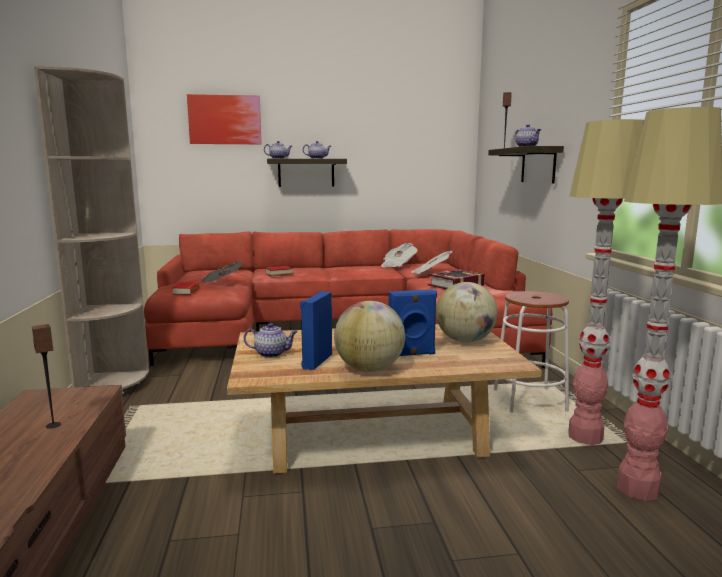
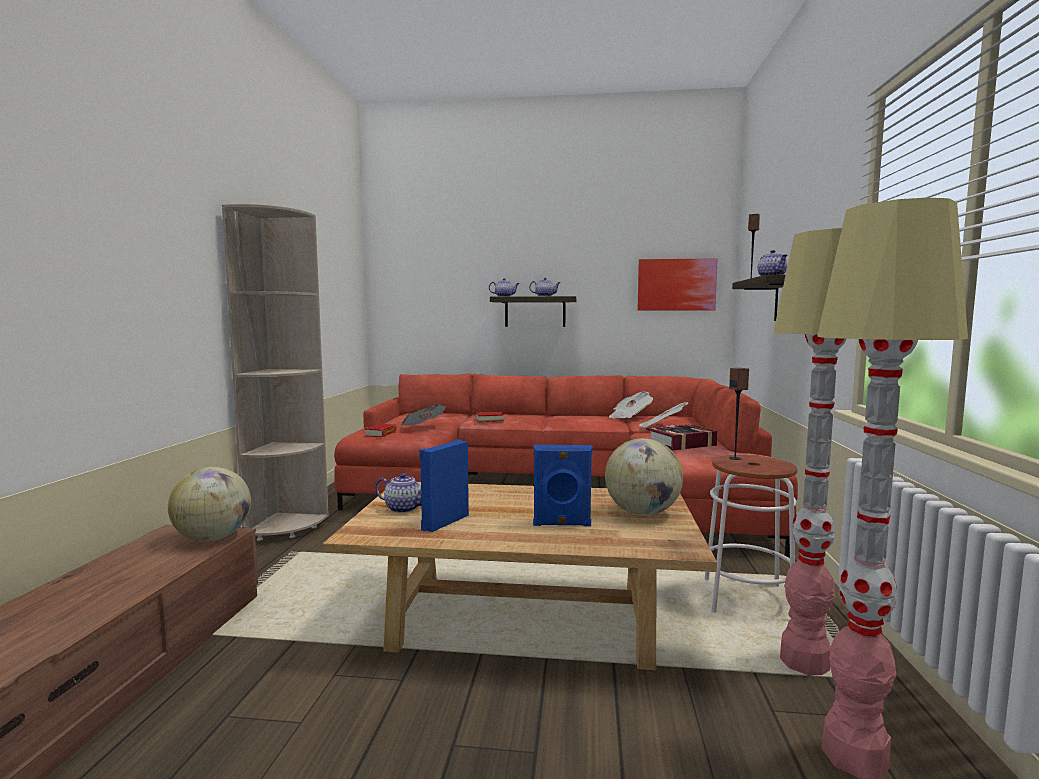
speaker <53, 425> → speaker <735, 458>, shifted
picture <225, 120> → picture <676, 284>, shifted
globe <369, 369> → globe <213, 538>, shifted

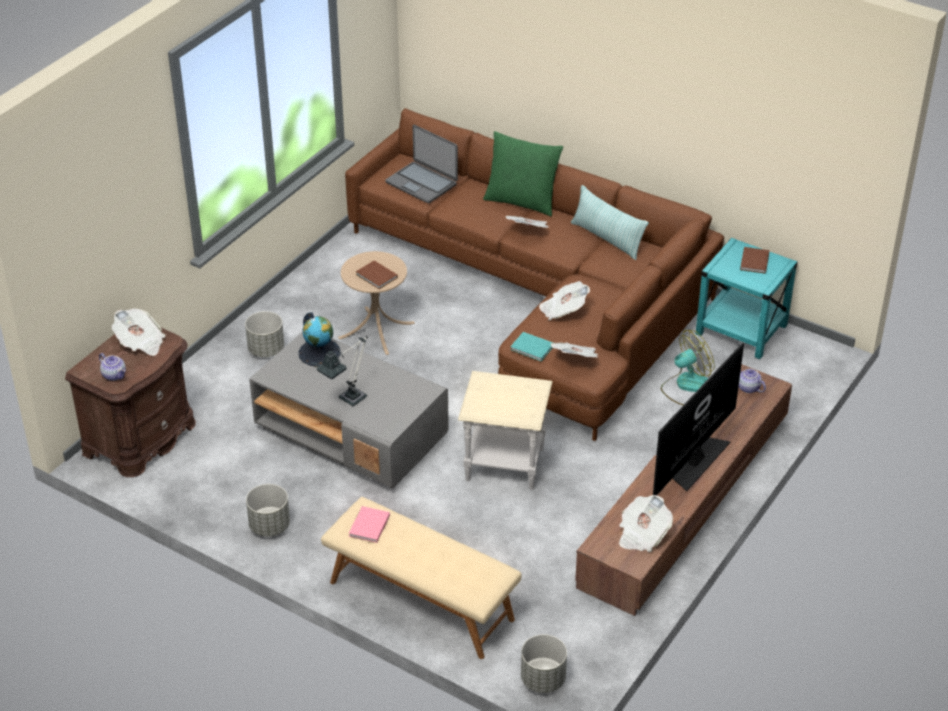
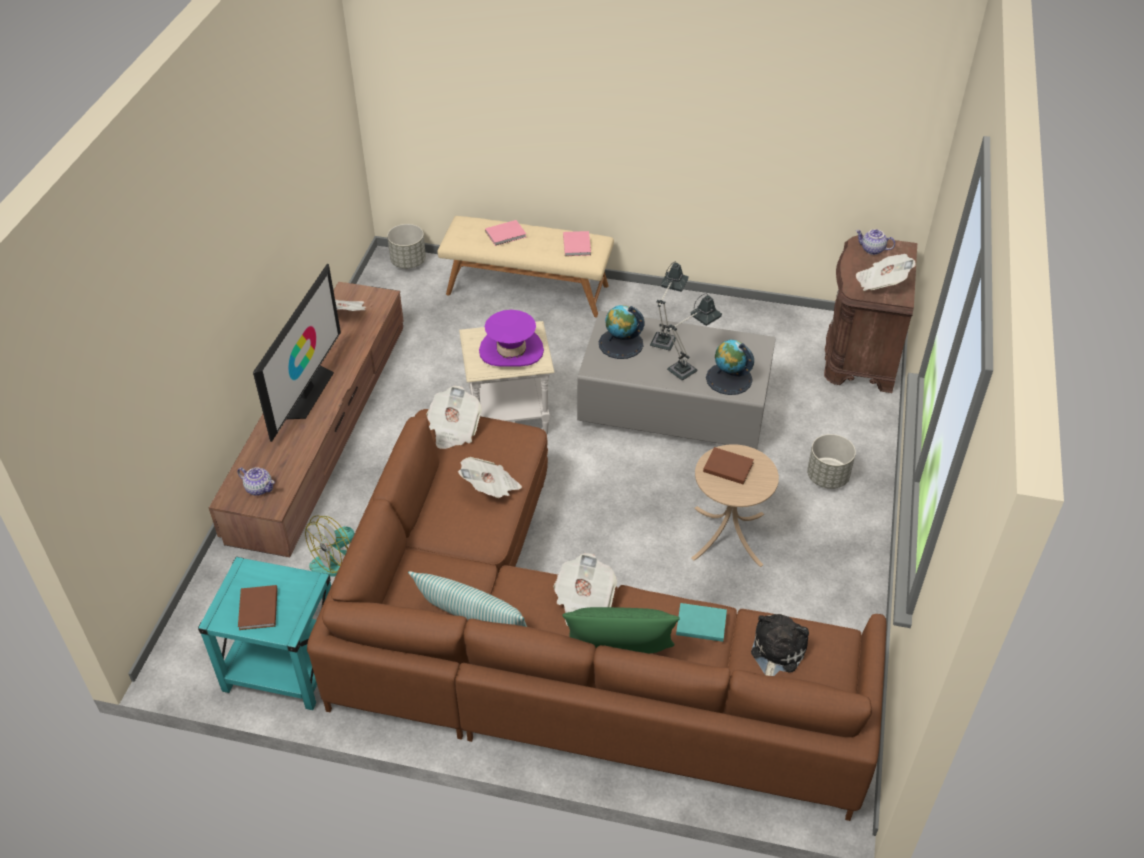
grey planter <269, 525> → -
laptop <422, 183> → plush toy <776, 652>
turquoise book <532, 348> → turquoise book <700, 623>, shifted
- → purple hat <511, 350>
- → pink book <507, 234>
- → globe <620, 344>
- → table lamp <687, 368>

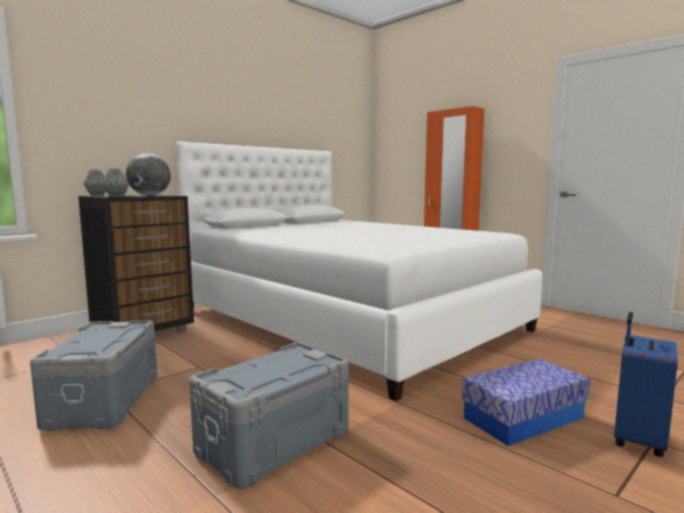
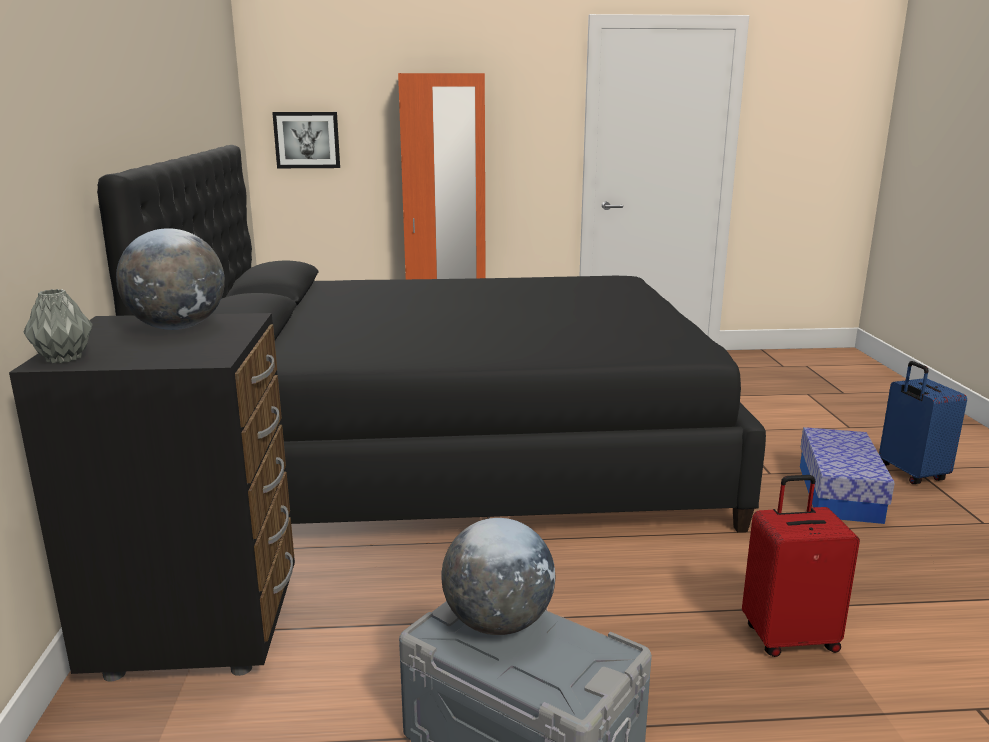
grey vase <116, 196> → -
white bed <347, 320> → black bed <453, 455>
grey storage box <275, 443> → red suitcase <789, 637>
- → picture <307, 140>
- → globe <498, 623>

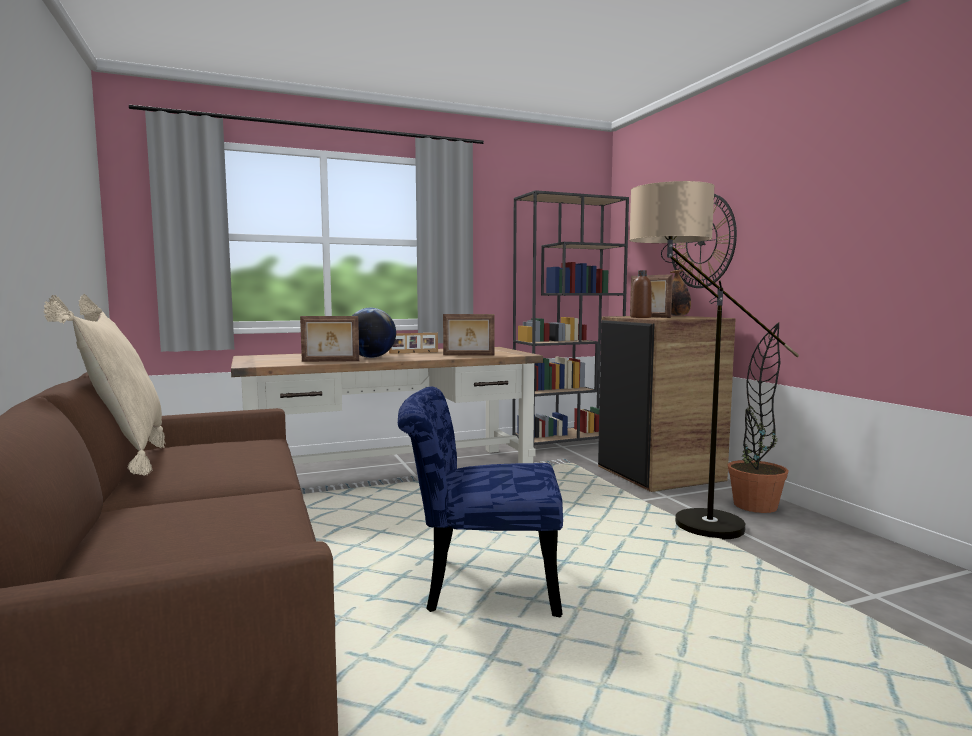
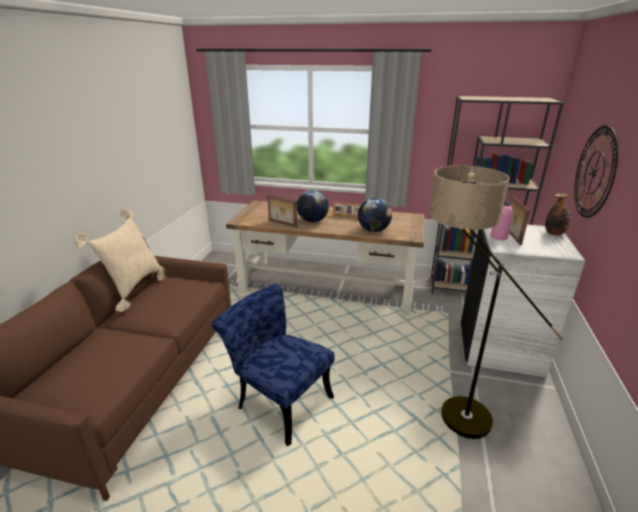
picture frame <468, 355> → globe <373, 230>
brown cabinet <660, 473> → white cabinet <499, 348>
brown bottle <641, 317> → pink bottle <498, 237>
potted plant <755, 506> → -

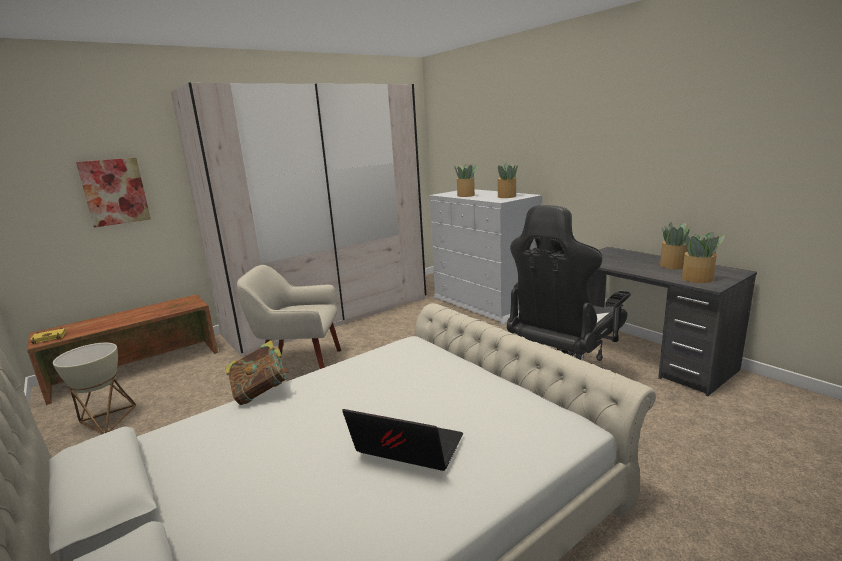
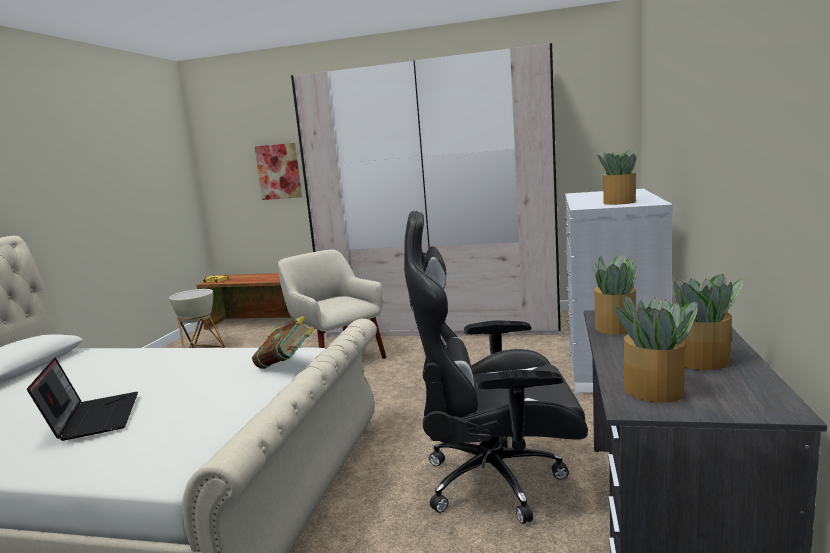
book <261, 392> → book <286, 365>, shifted
potted plant <465, 195> → potted plant <615, 327>, shifted

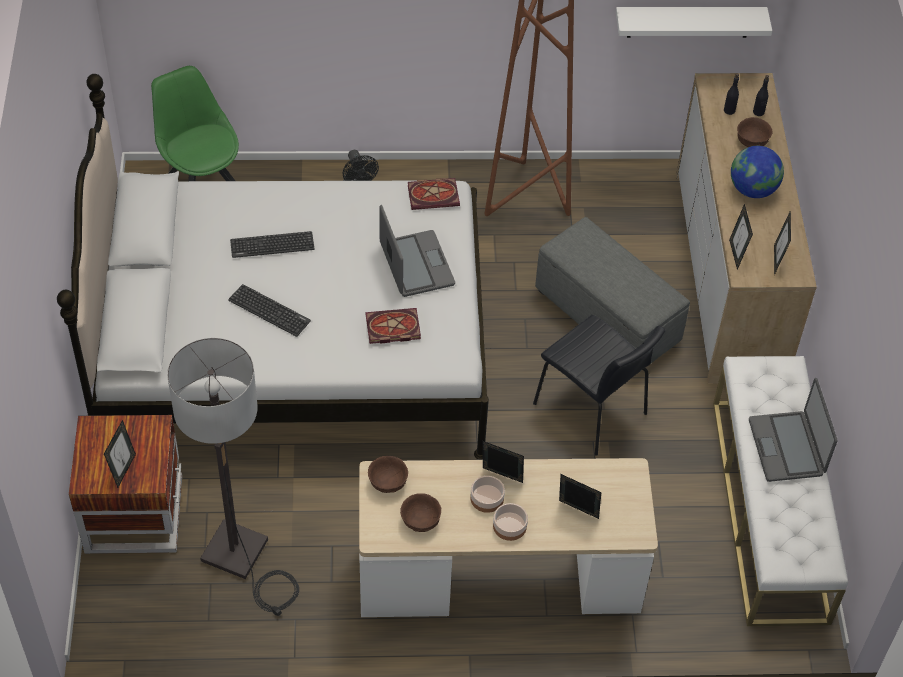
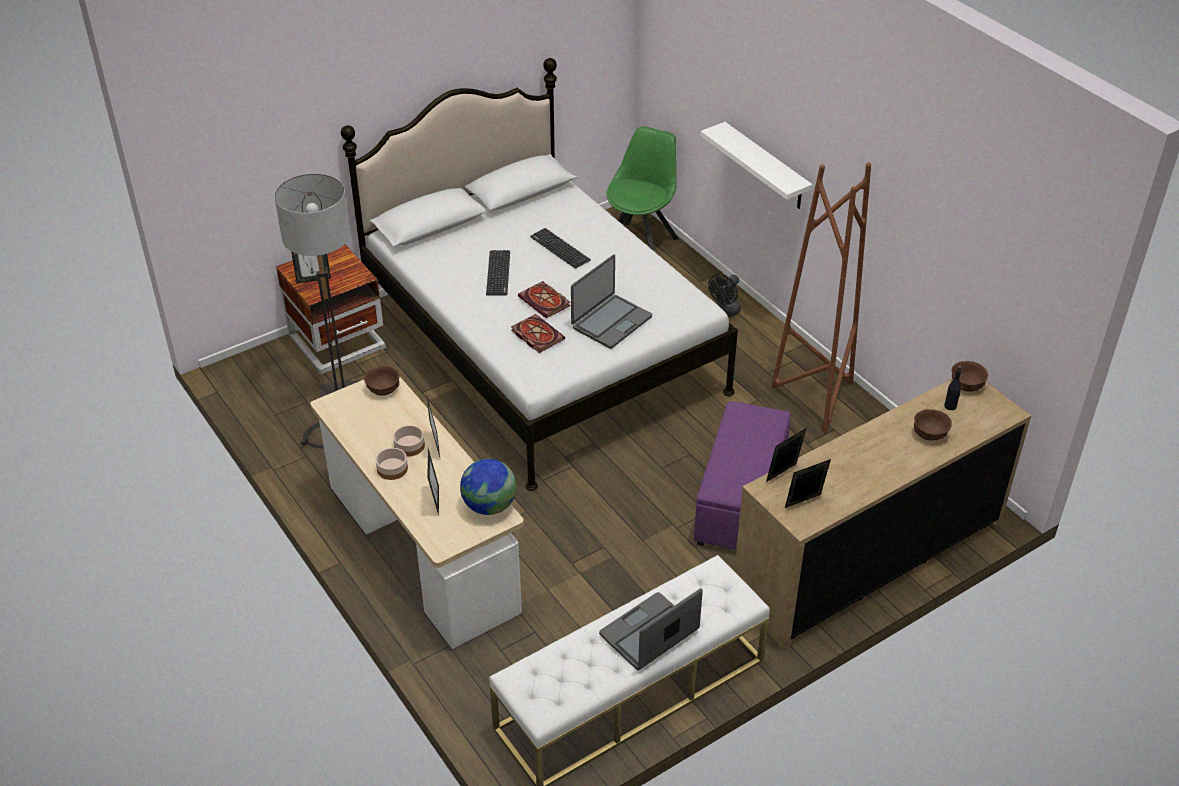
brown bowl <421, 520> → brown bowl <967, 385>, shifted
book <434, 195> → book <546, 302>, shifted
black chair <593, 411> → -
grey ottoman <606, 316> → purple ottoman <740, 500>
white shelf <689, 21> → white shelf <766, 167>, shifted
globe <752, 189> → globe <489, 506>, shifted
black bottle <758, 112> → -

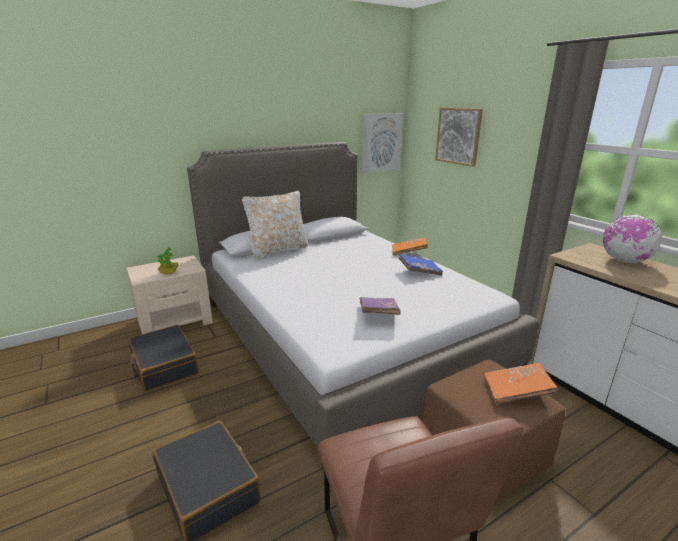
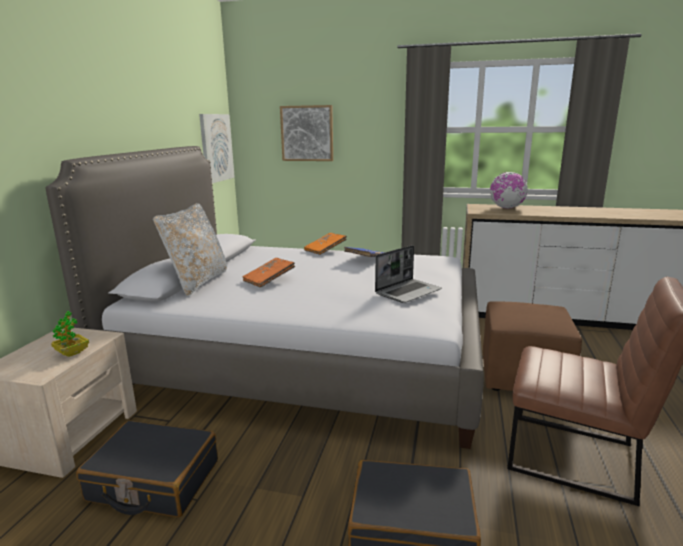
purple book <378, 313> → laptop <408, 292>
orange book <516, 391> → orange book <269, 280>, shifted

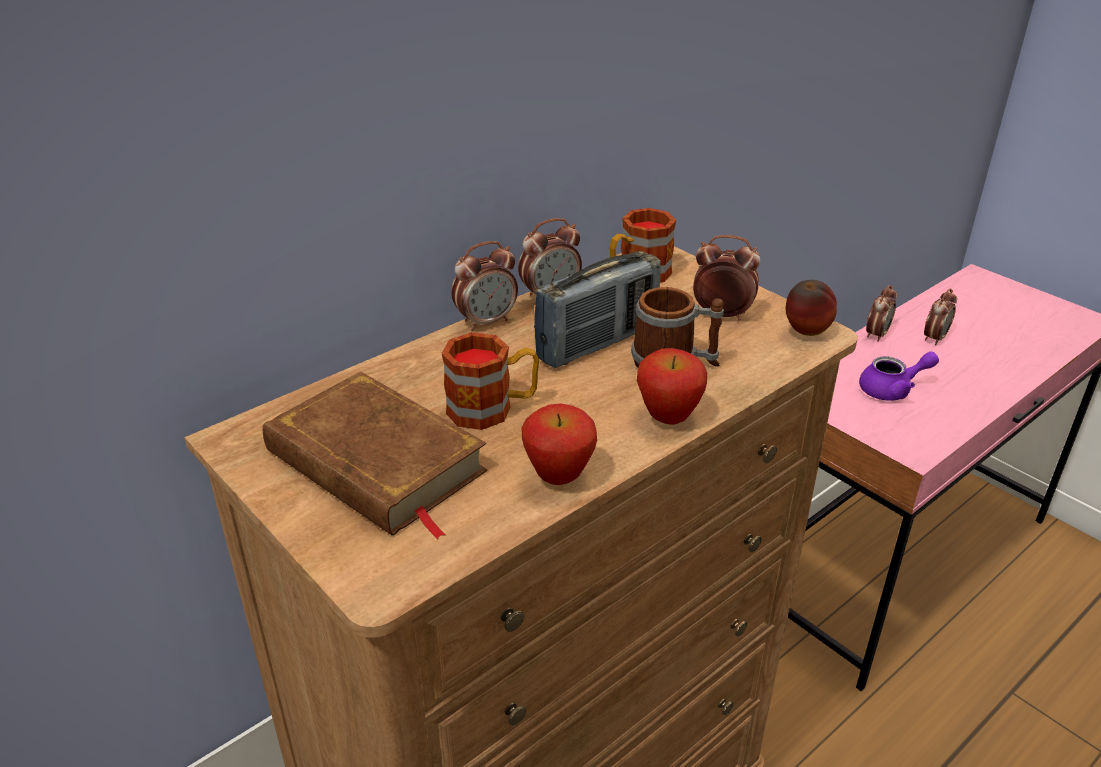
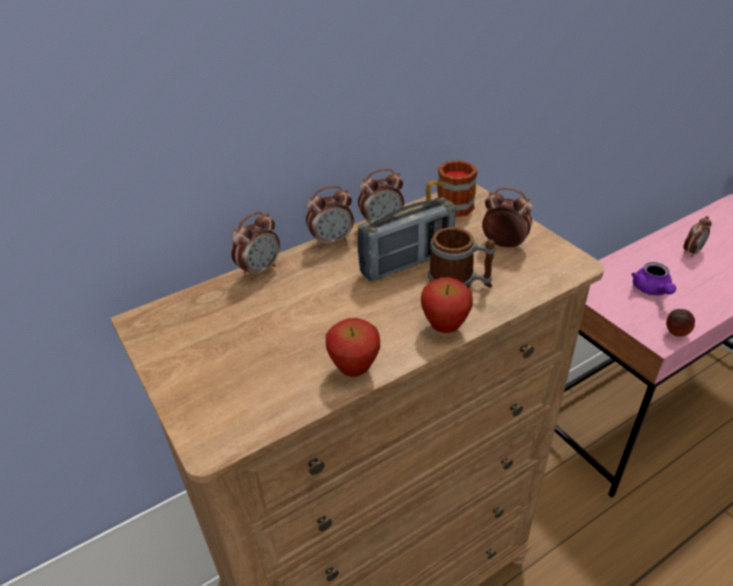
brown book <375, 463> → -
mug <493, 408> → -
apple <805, 333> → apple <675, 334>, shifted
purple teapot <892, 390> → purple teapot <652, 290>, 90 degrees clockwise
alarm clock <876, 334> → alarm clock <260, 270>, shifted

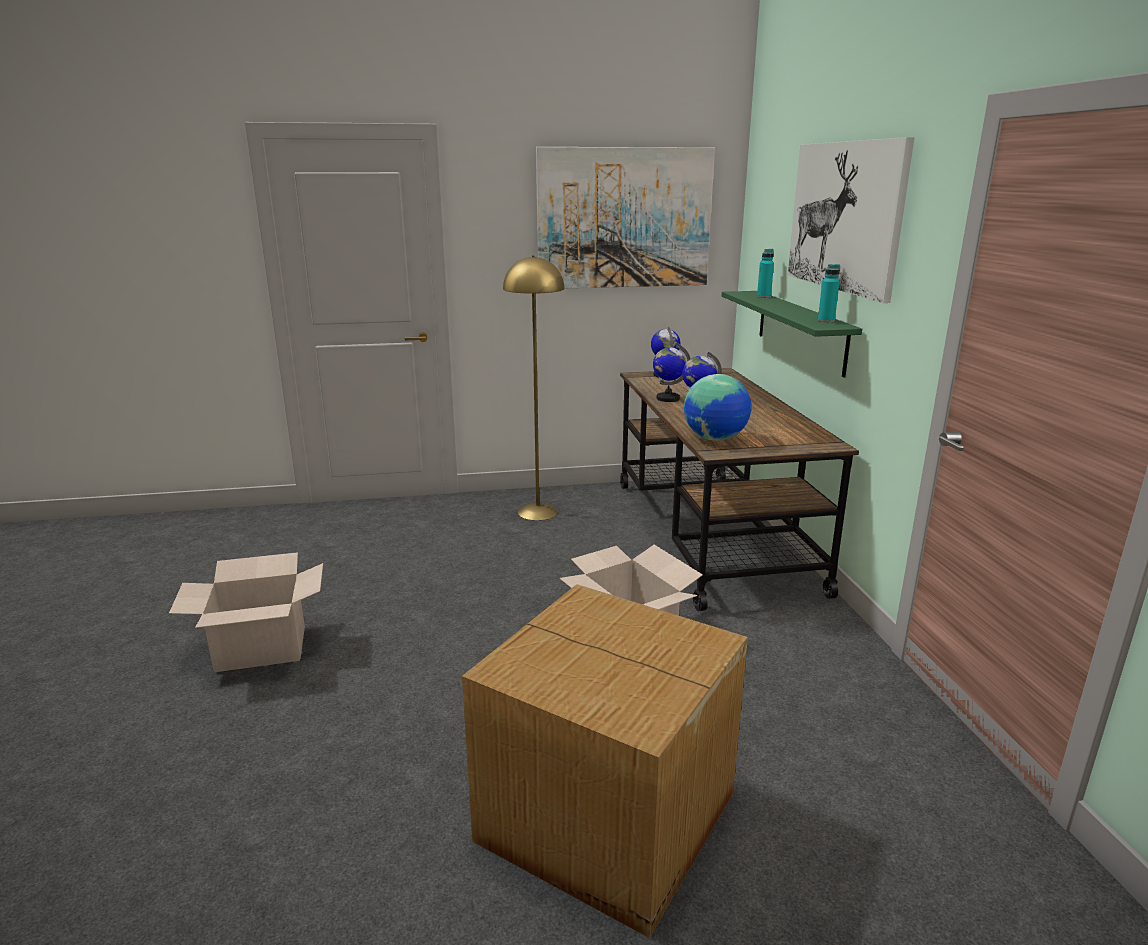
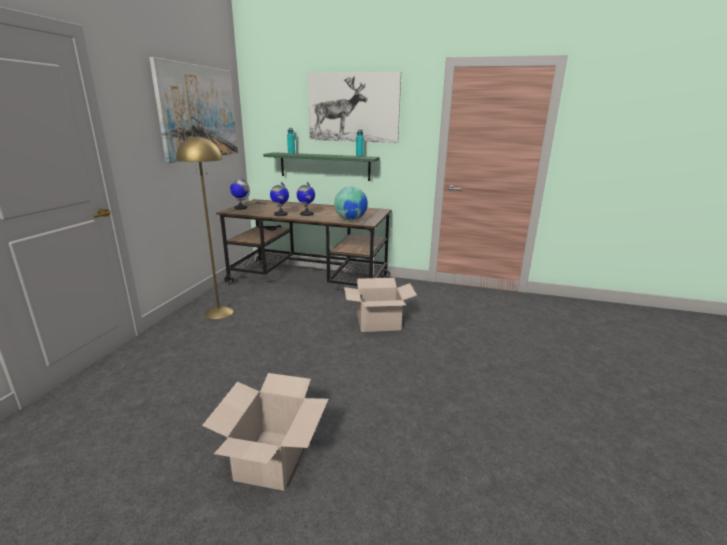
cardboard box <608, 820> → -

